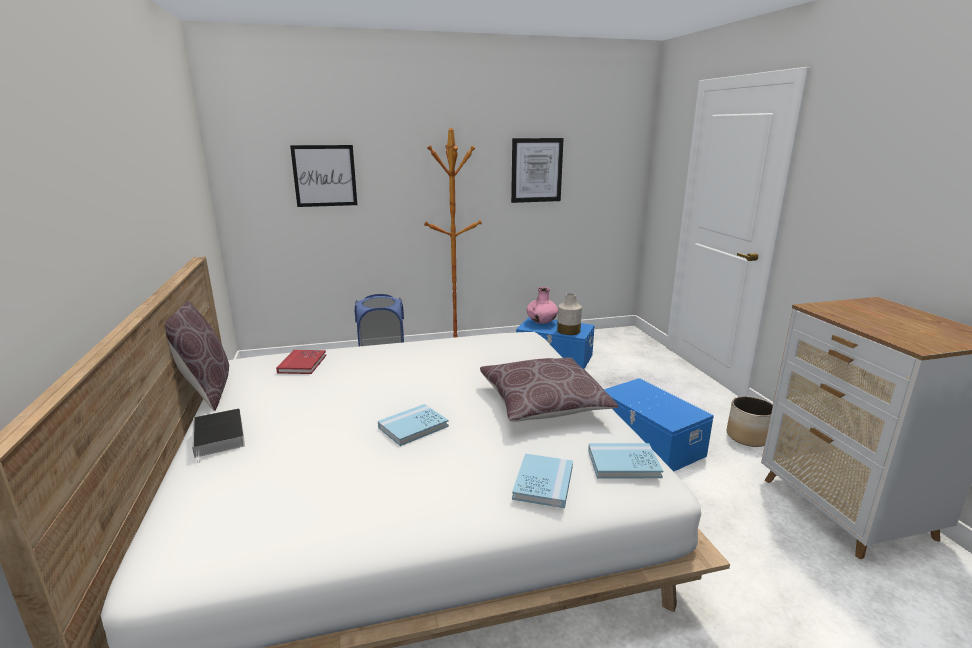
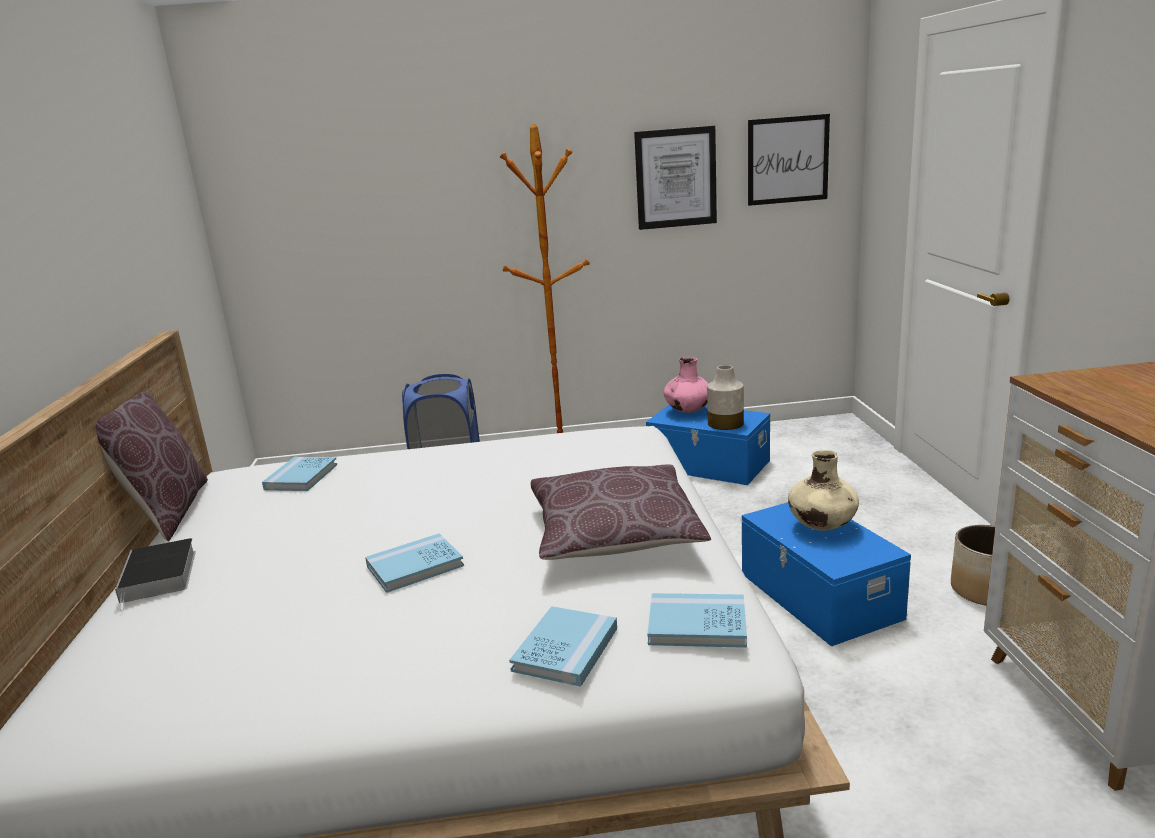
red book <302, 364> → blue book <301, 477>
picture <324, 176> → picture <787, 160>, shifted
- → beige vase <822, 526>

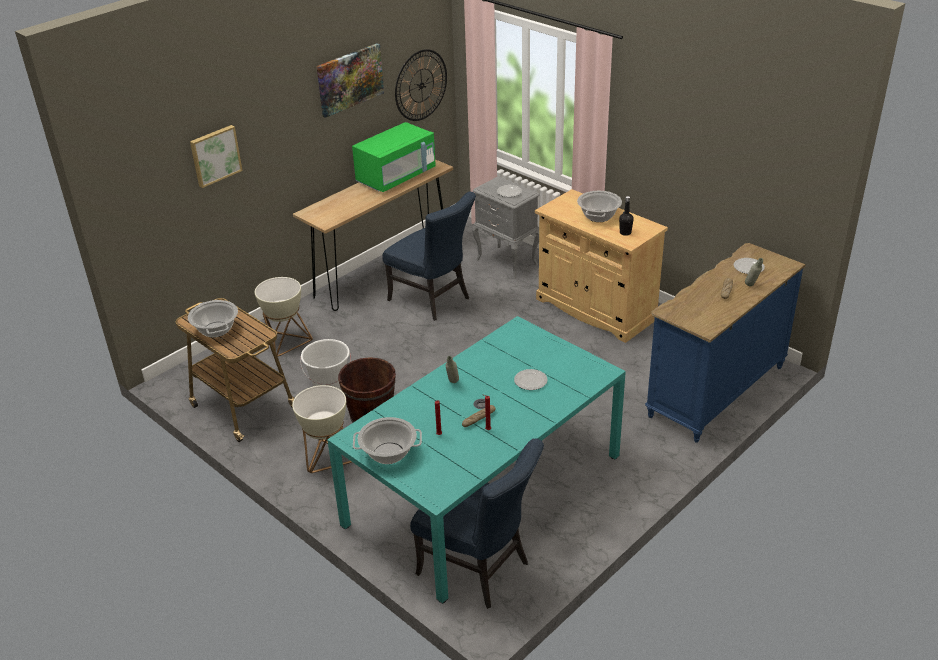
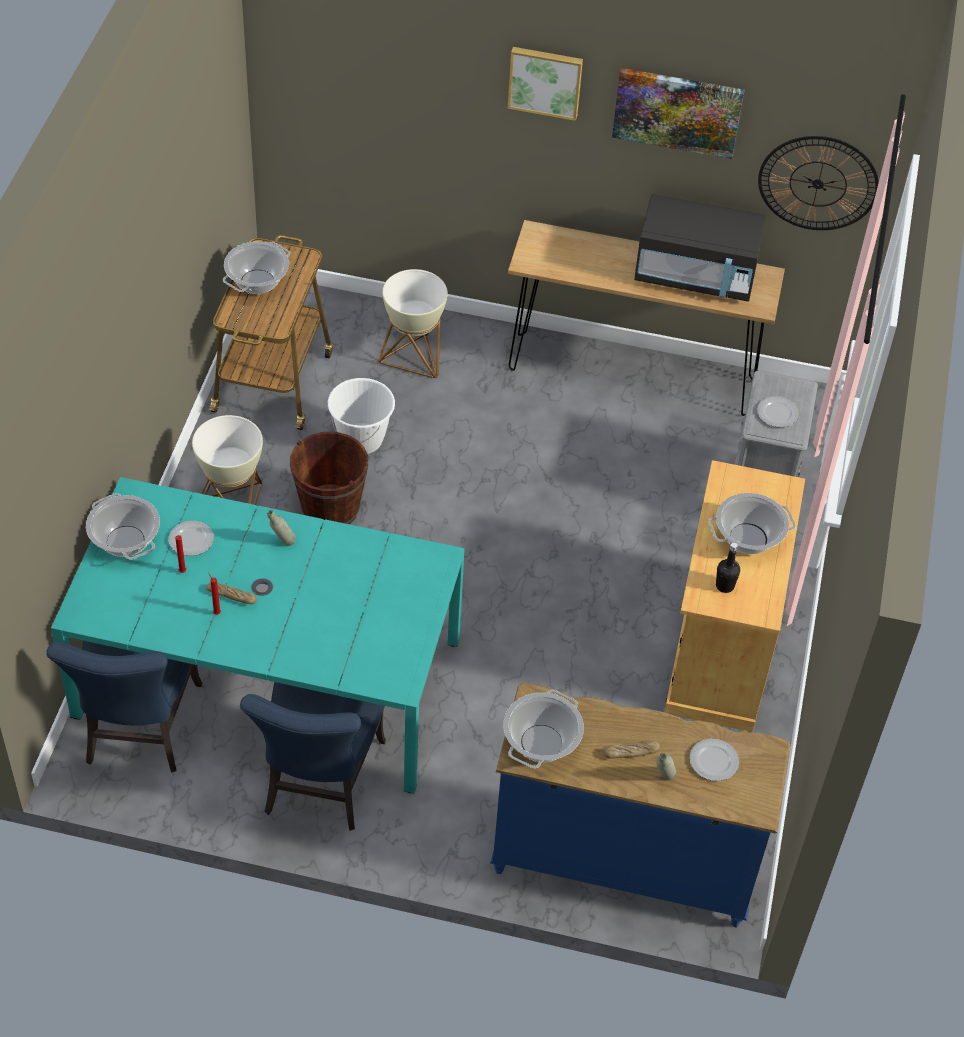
picture <215, 155> → picture <545, 81>, shifted
green microwave <396, 177> → black microwave <695, 275>
blue chair <433, 300> → blue chair <320, 783>, shifted
plate <530, 381> → plate <191, 540>, shifted
- → cooking pot <541, 743>

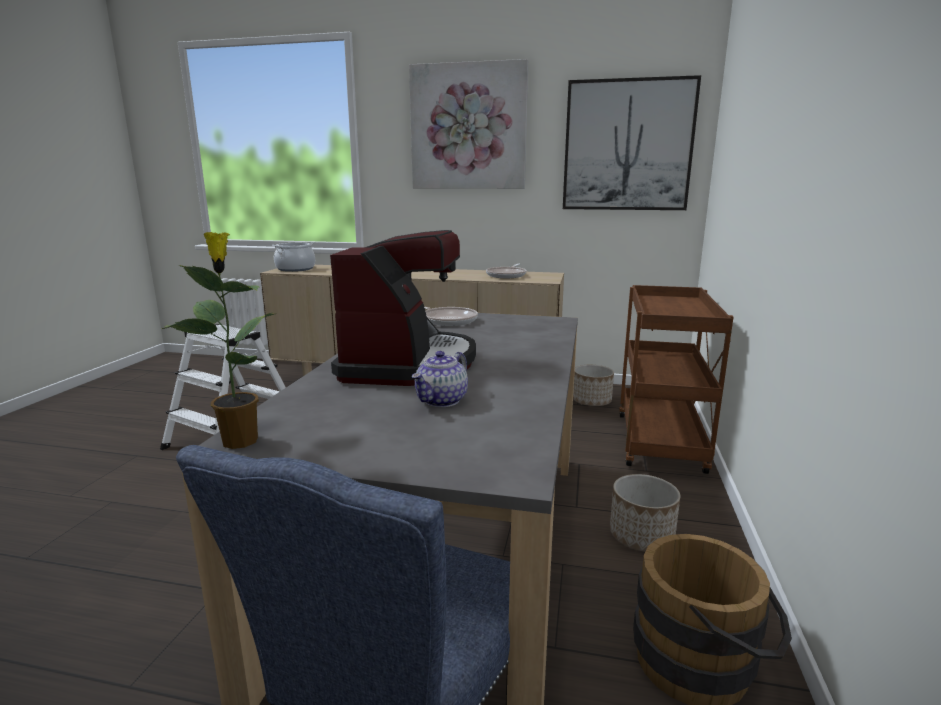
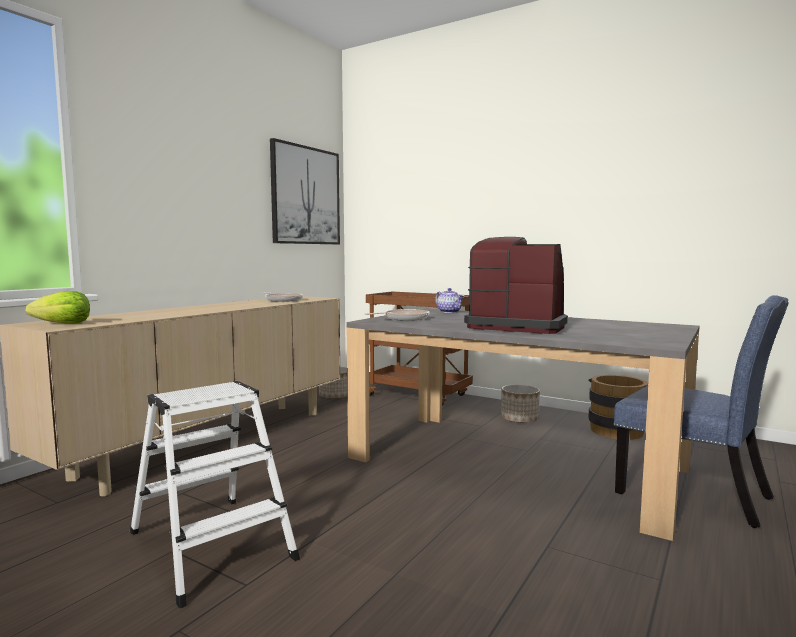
potted plant <240, 440> → -
cooking pot <295, 269> → lettuce <64, 324>
picture <468, 127> → -
teapot <442, 401> → teapot <449, 312>, shifted

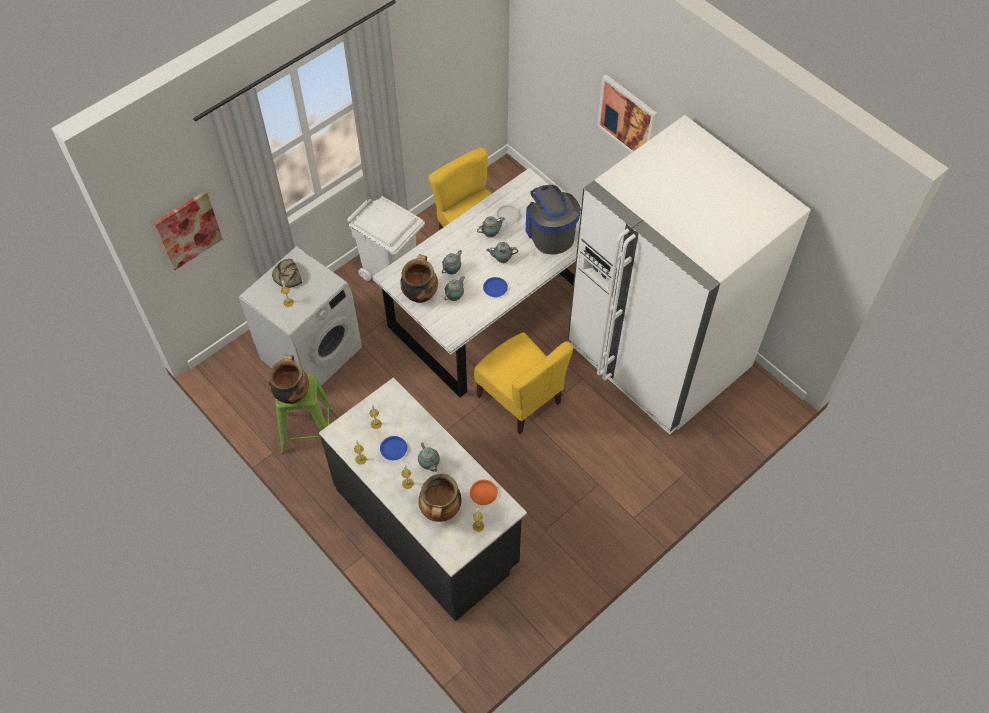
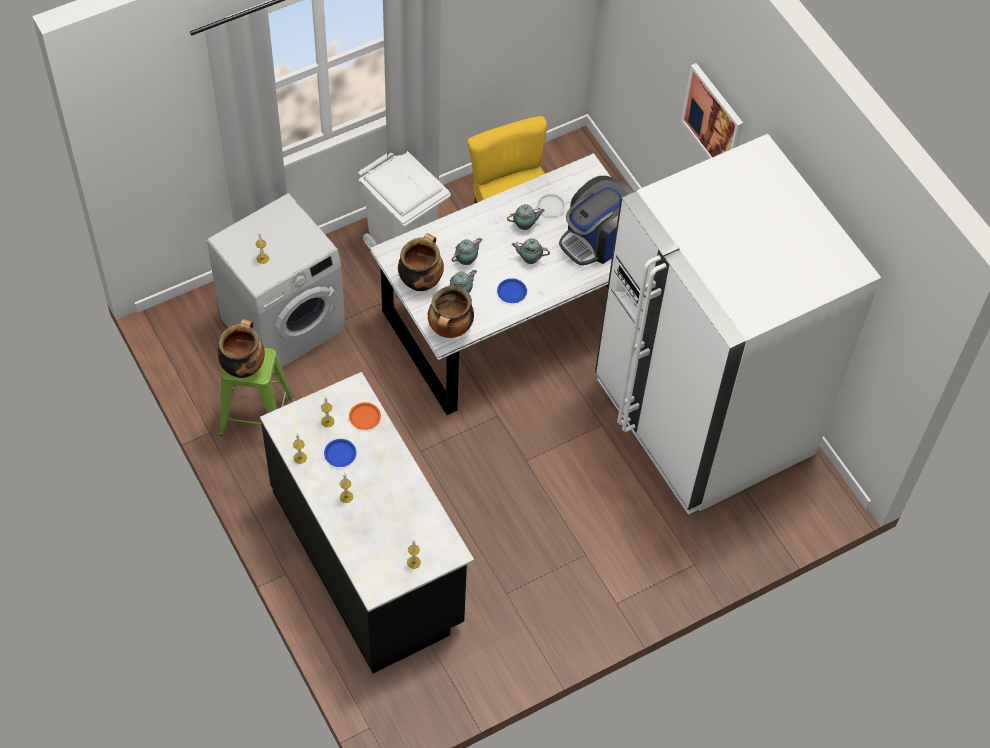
picture <188, 230> → -
bread <287, 276> → -
teapot <429, 465> → -
cooking pot <441, 511> → cooking pot <450, 330>, shifted
orange plate <483, 493> → orange plate <364, 417>, shifted
yellow chair <520, 399> → -
coffee machine <550, 233> → coffee machine <596, 239>, 120 degrees counterclockwise

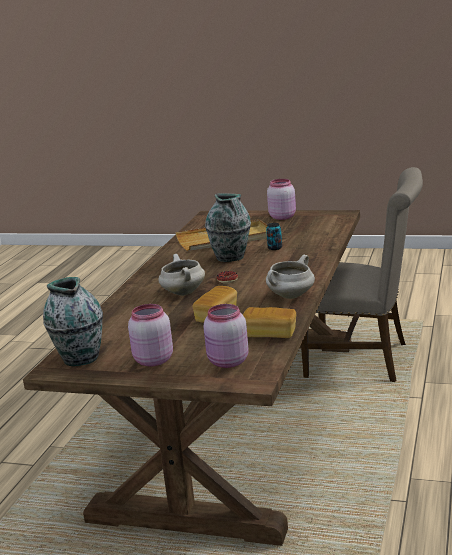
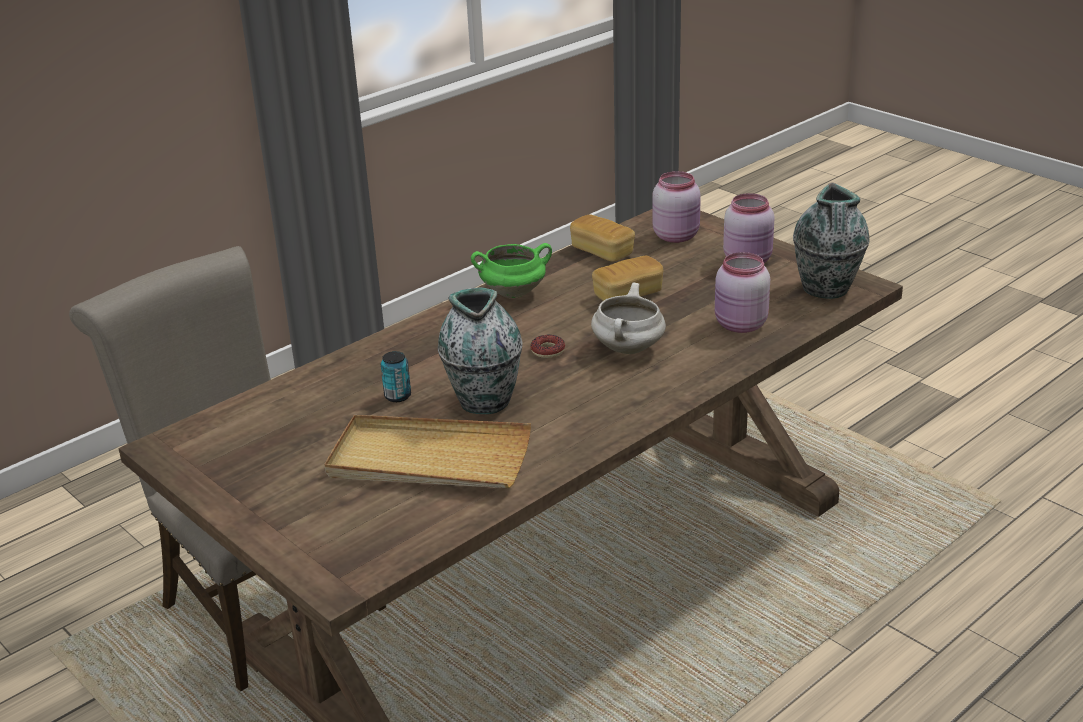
white cooking pot <291, 296> → green cooking pot <514, 292>
pink jar <282, 217> → pink jar <740, 325>, shifted

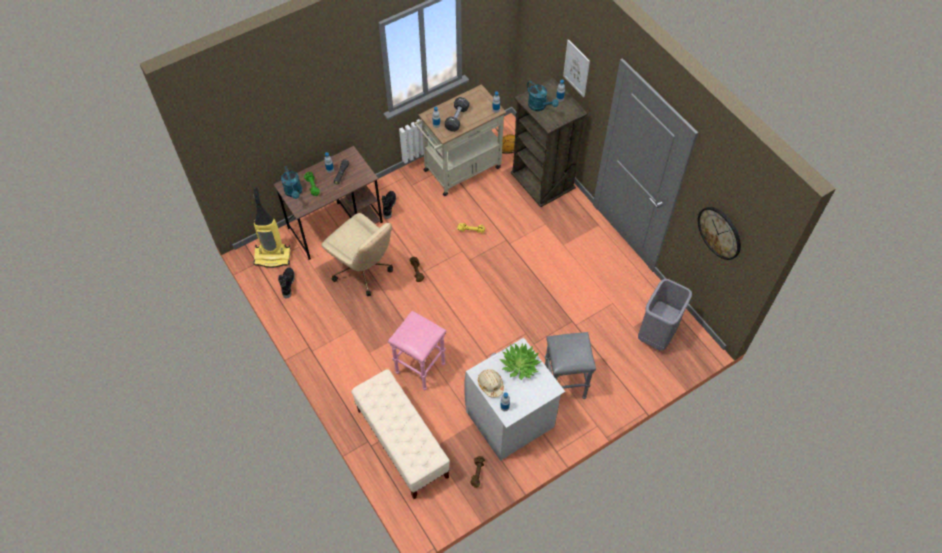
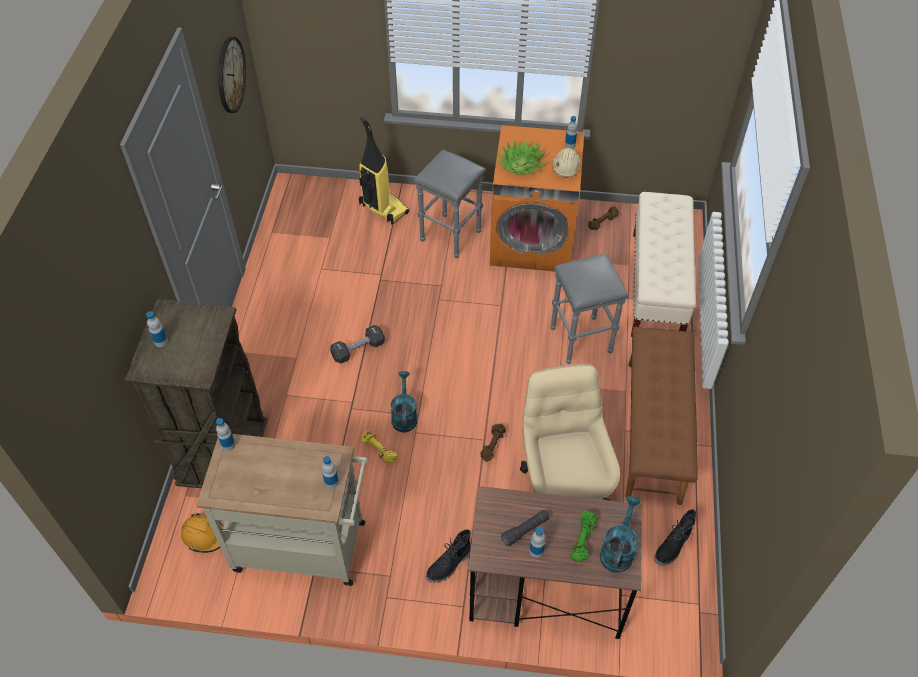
vacuum cleaner <273, 256> → vacuum cleaner <382, 209>, shifted
pink stool <419, 368> → grey stool <582, 340>
black dumbbell <457, 119> → black dumbbell <358, 350>, shifted
white washing machine <509, 420> → orange washing machine <533, 240>
turquoise watering can <539, 106> → turquoise watering can <404, 415>, shifted
picture <576, 68> → -
grey trash can <657, 334> → -
- → brown bench <655, 430>

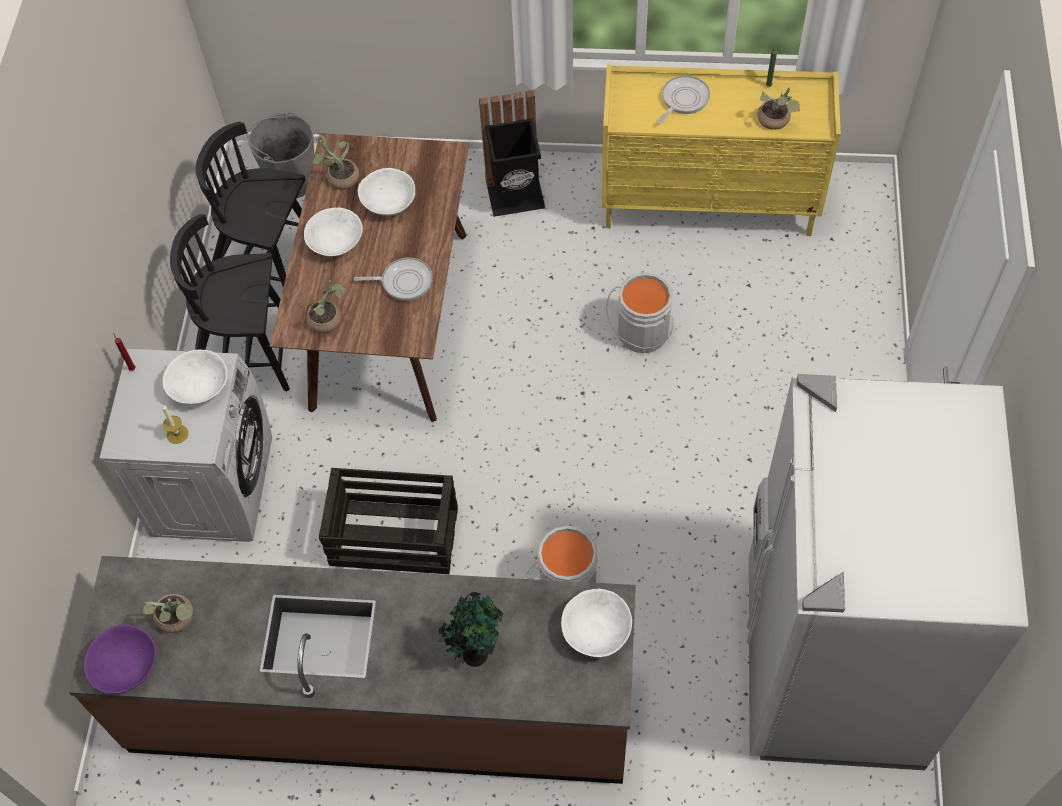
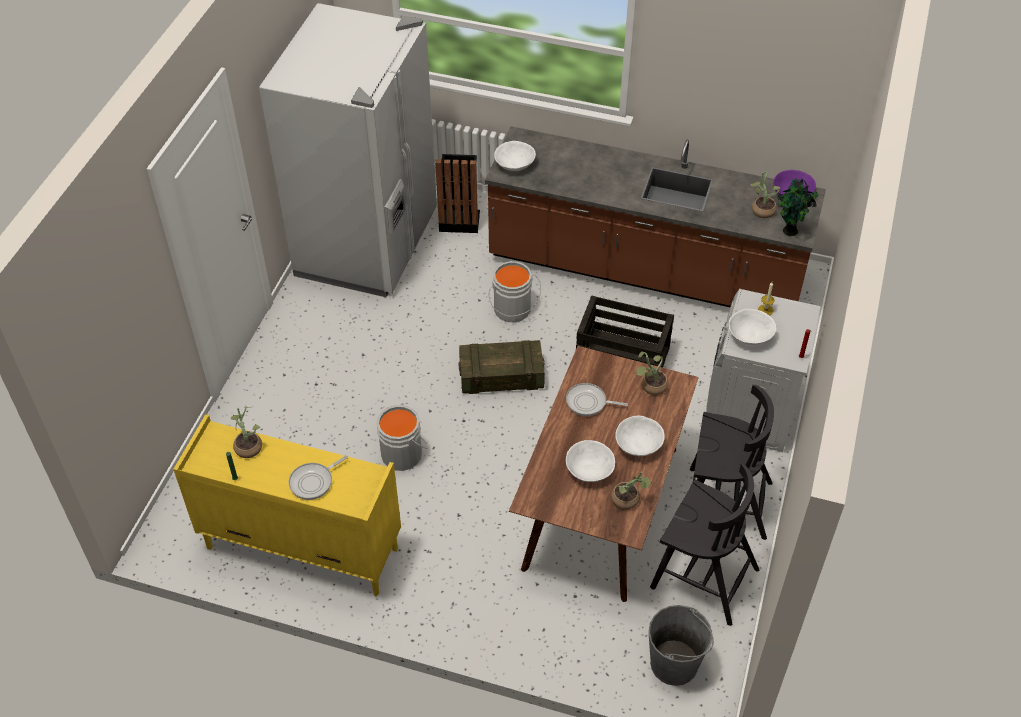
potted plant <475, 652> → potted plant <790, 232>, shifted
black trash can <516, 197> → black trash can <459, 219>, shifted
- → crate <501, 376>

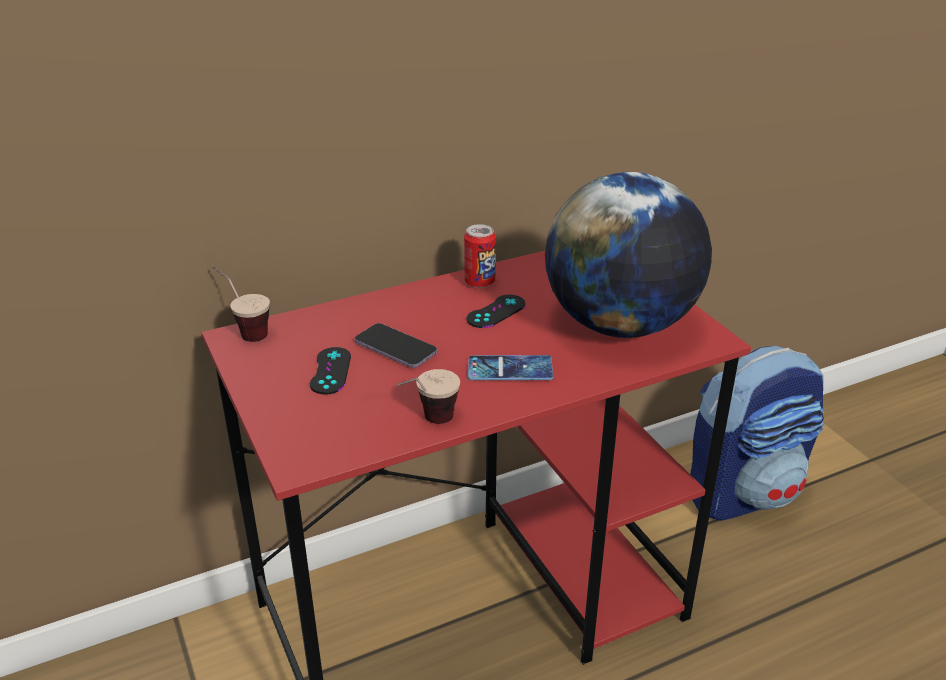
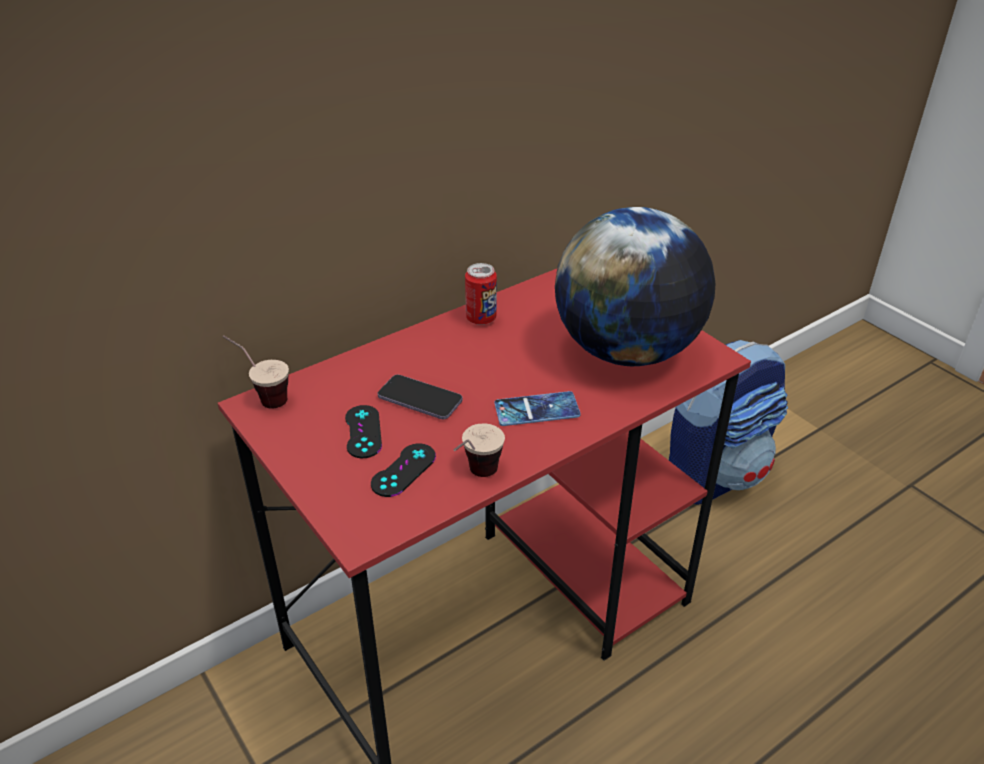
black game controller <496, 312> → black game controller <403, 470>, shifted

